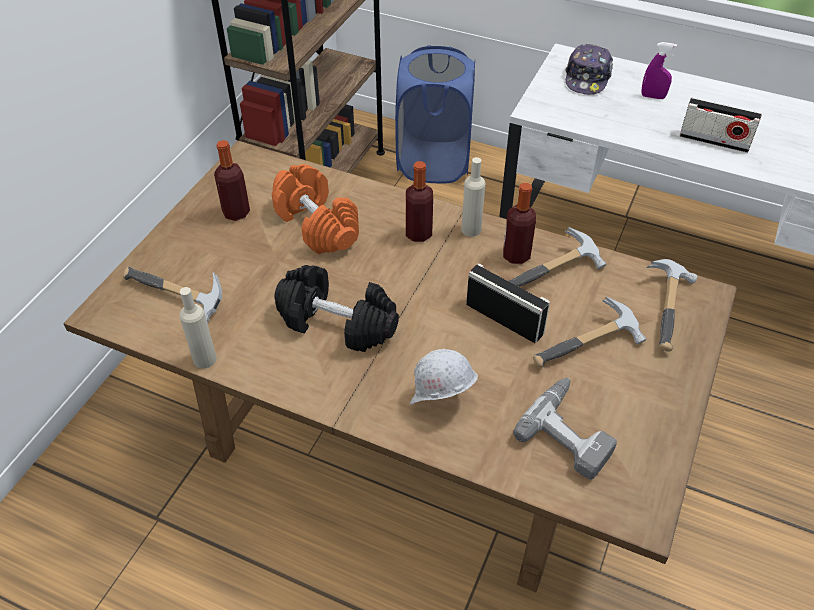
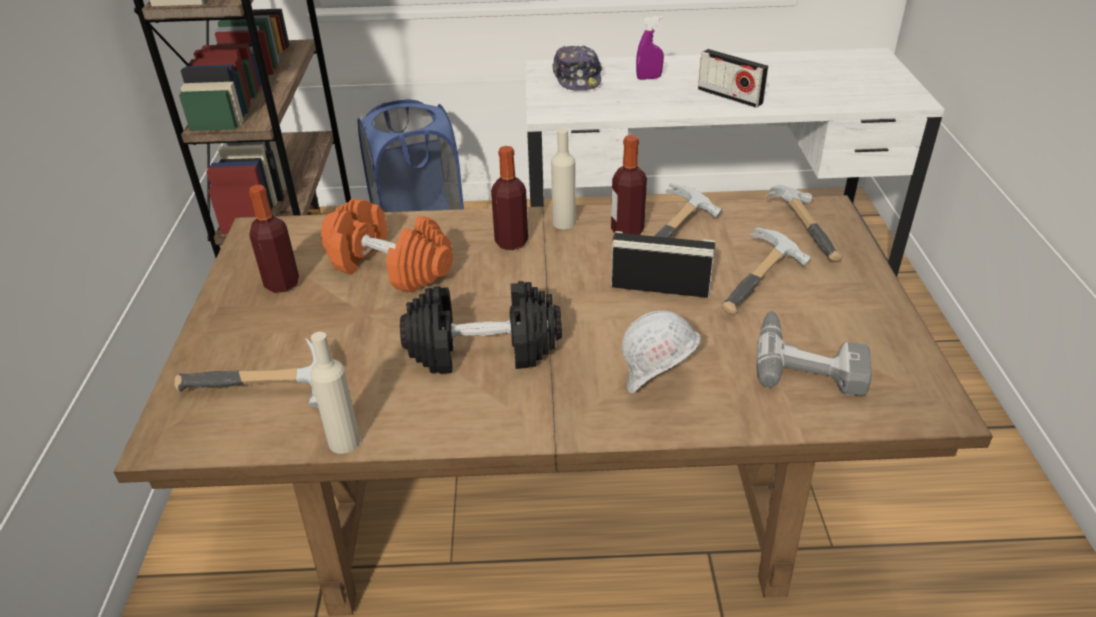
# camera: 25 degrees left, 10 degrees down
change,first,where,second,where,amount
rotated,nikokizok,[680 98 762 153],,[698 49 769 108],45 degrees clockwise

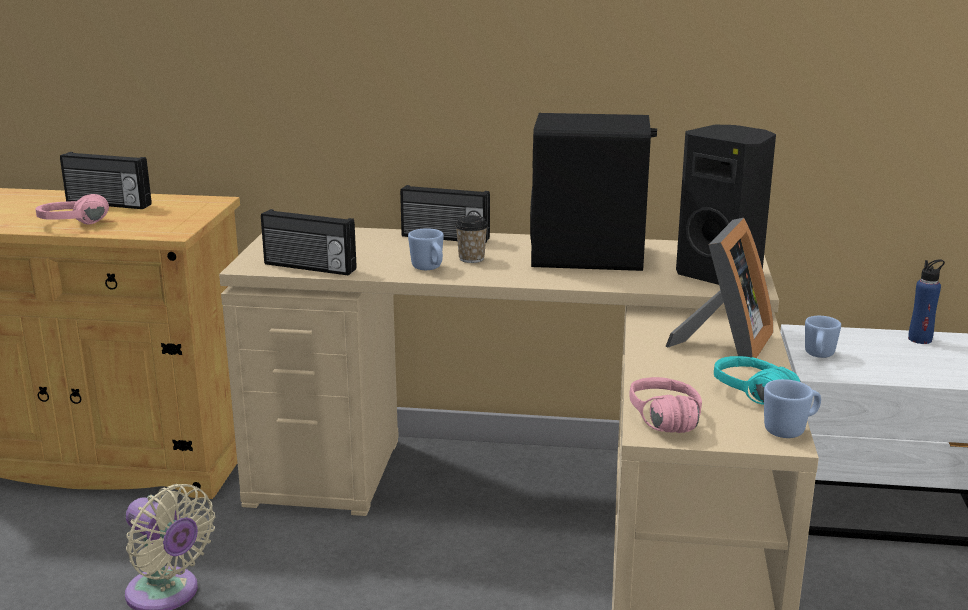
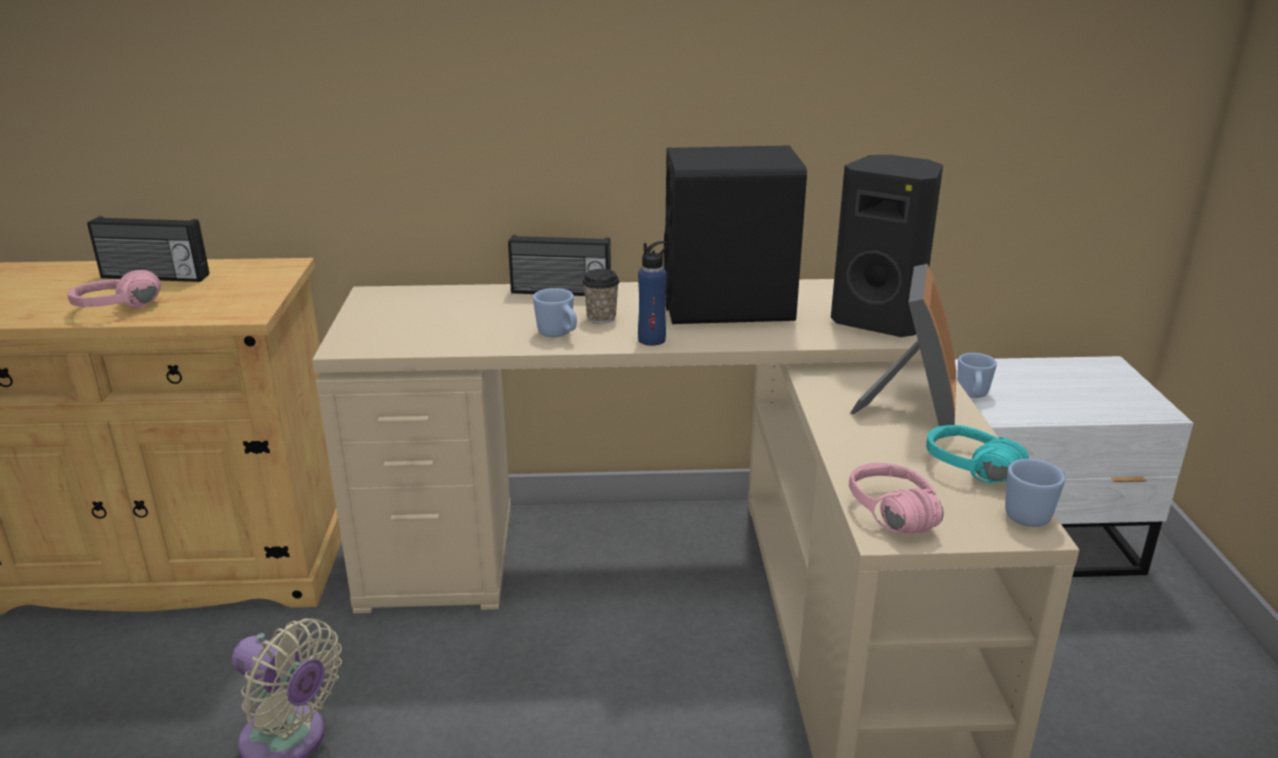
# camera: 10 degrees left, 5 degrees up
change,first,where,second,where,amount
gone,nikokizok,[261 209 357 275],,,
shifted,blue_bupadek,[908 260 945 344],,[638 241 668 346],

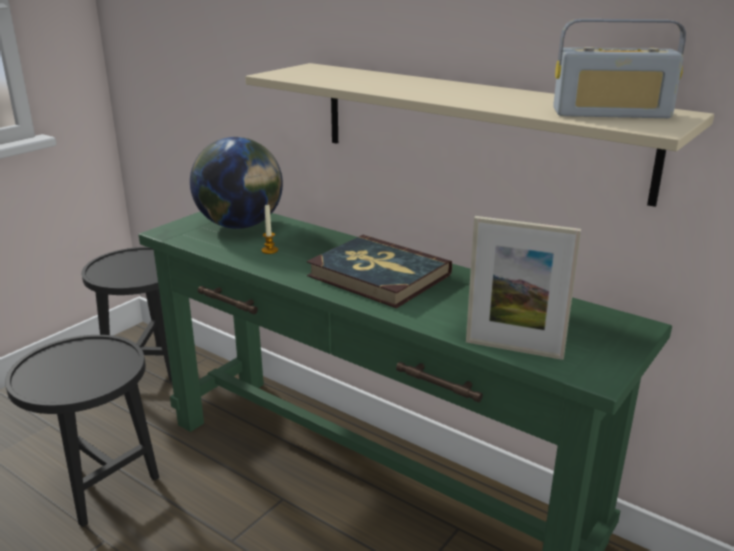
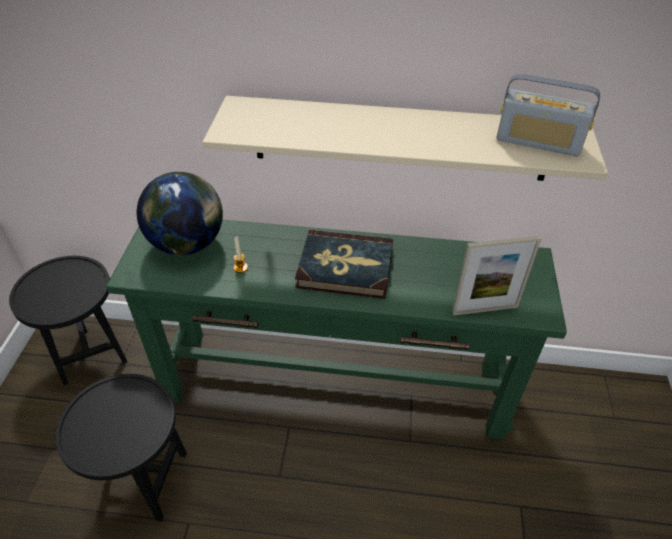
# camera: 30 degrees left, 20 degrees up
change,first,where,second,where,amount
rotated,nikokizok,[553 19 686 118],,[497 74 600 156],45 degrees clockwise

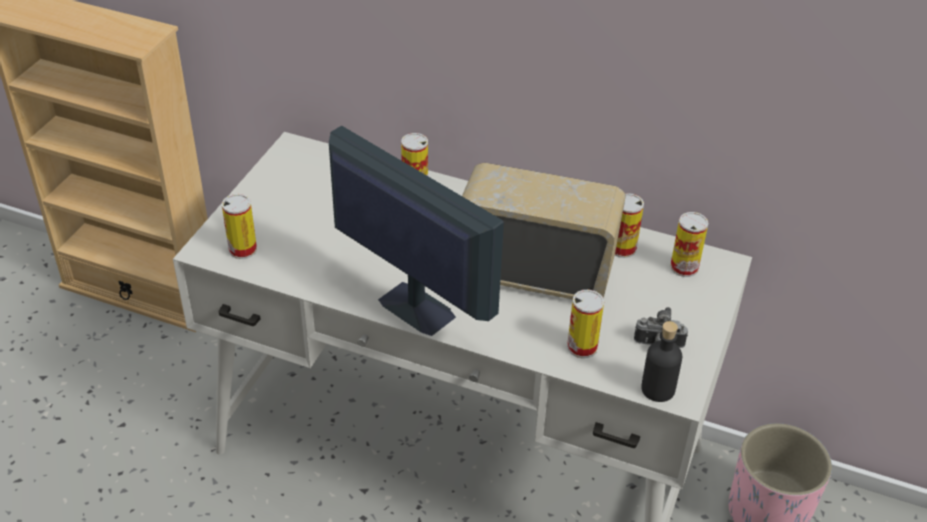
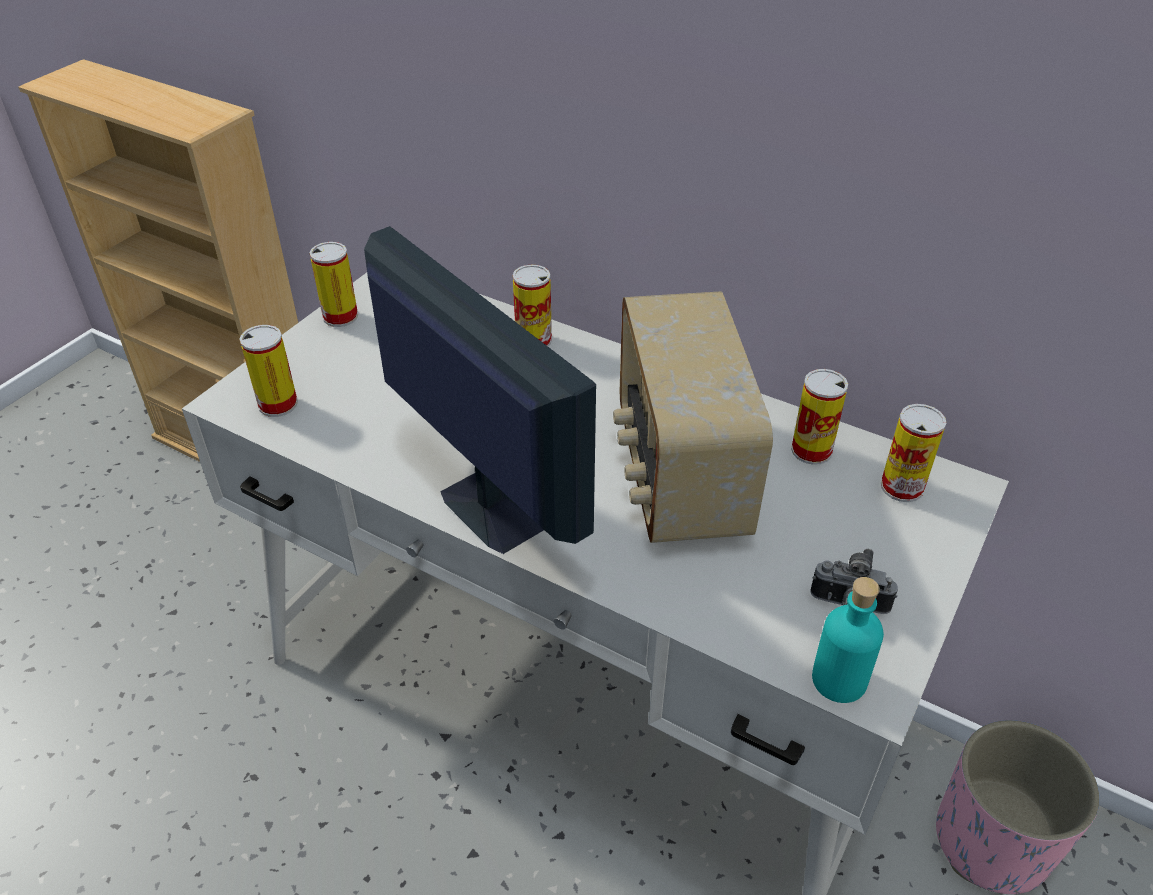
# camera: 10 degrees right, 0 degrees up
change,first,where,second,where,amount
rotated,nikokizok,[462 163 626 299],,[613 291 773 543],120 degrees counterclockwise
shifted,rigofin,[567 289 604 358],,[310 242 358 327],
repainted,black_bupadek,[641 321 682 402],turquoise_bupadek,[812 577 884 703],

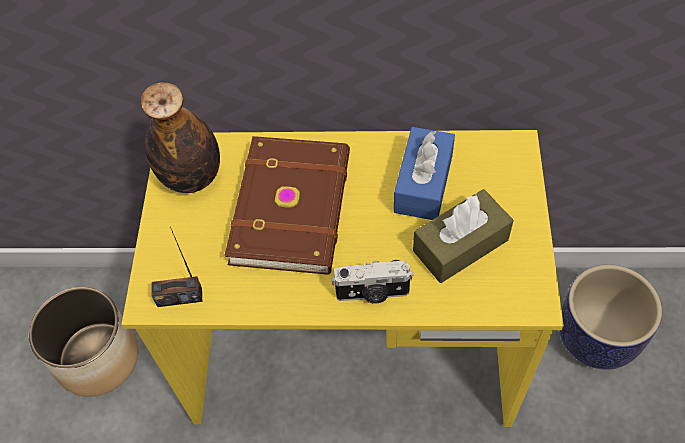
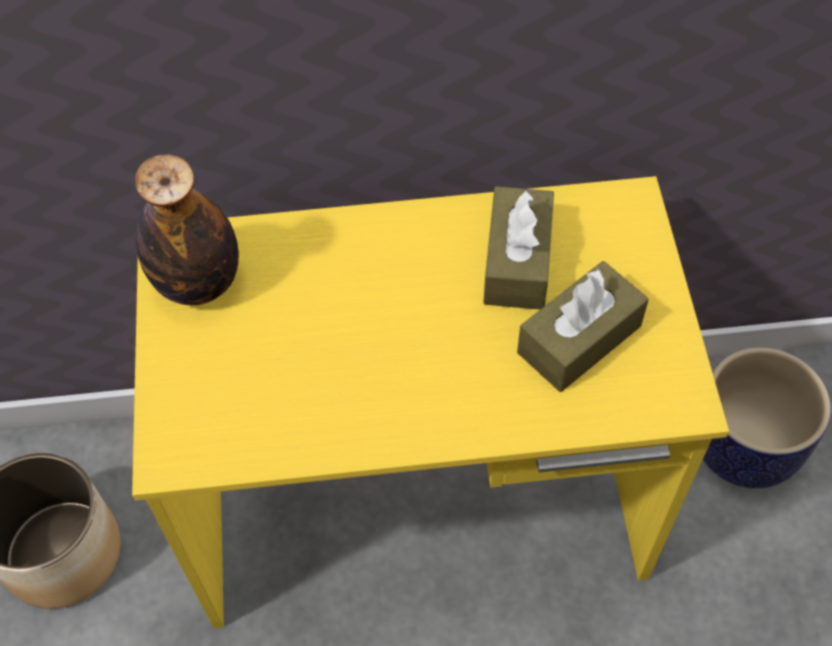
# camera: 10 degrees left, 0 degrees up
change,first,where,second,where,amount
gone,nikokizok,[151 227 202 307],,,
gone,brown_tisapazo,[224 136 350 275],,,
gone,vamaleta,[331 260 414 304],,,
repainted,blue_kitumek,[394 127 455 220],brown_kitumek,[483 186 554 310],

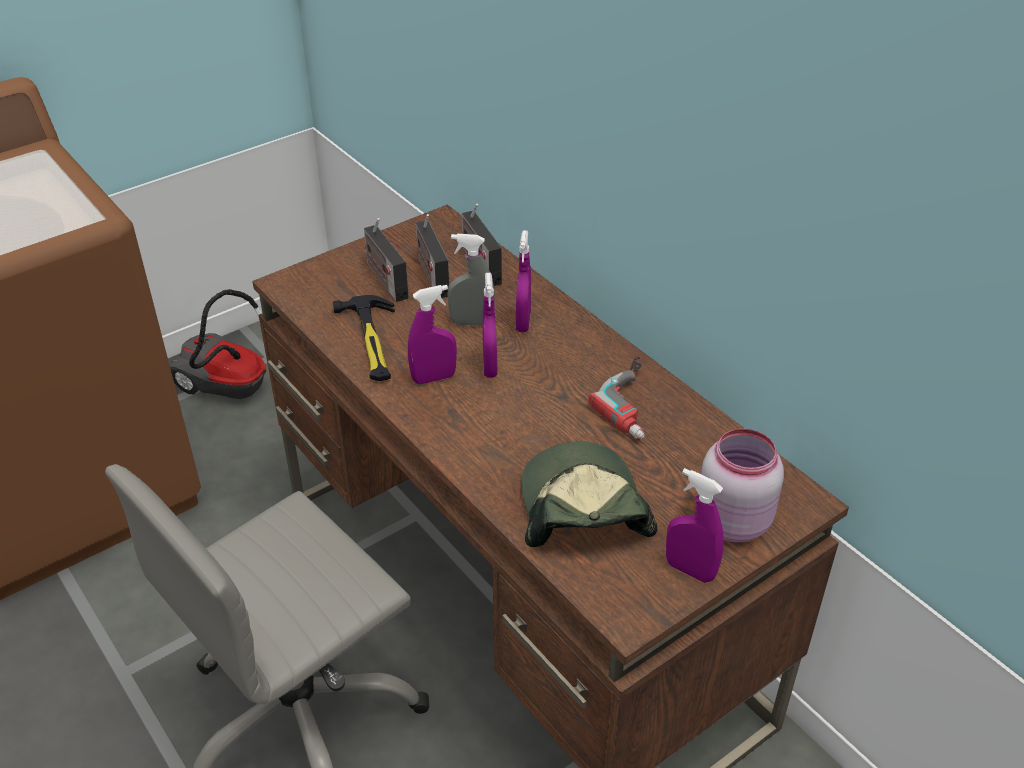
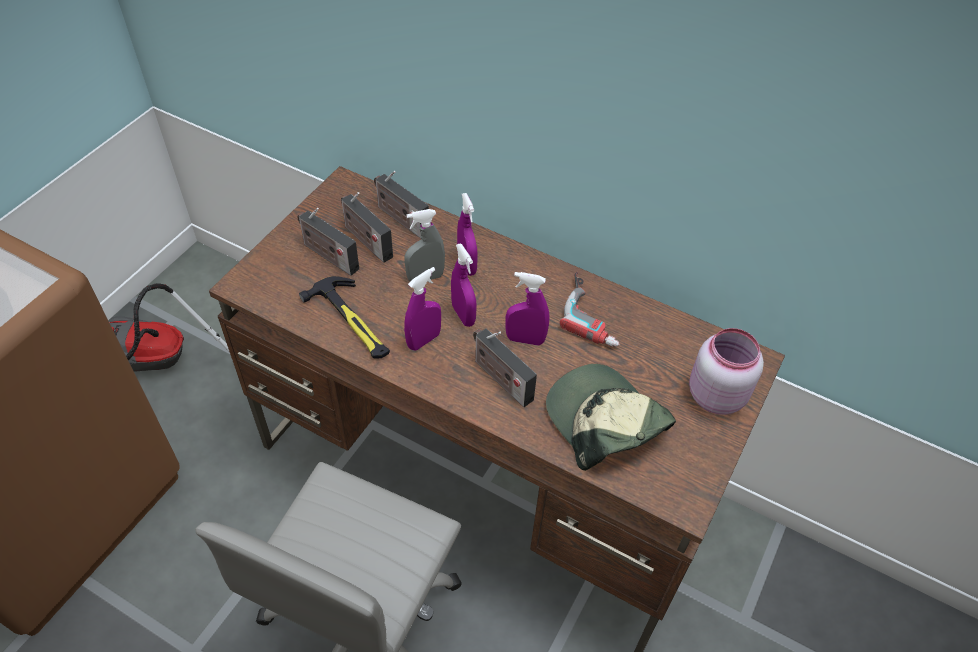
# camera: 25 degrees left, 10 degrees up
change,first,where,second,where,amount
shifted,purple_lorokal,[666 468 724 583],,[505 272 550 346],
new,,,nikokizok,[473 328 537 407],

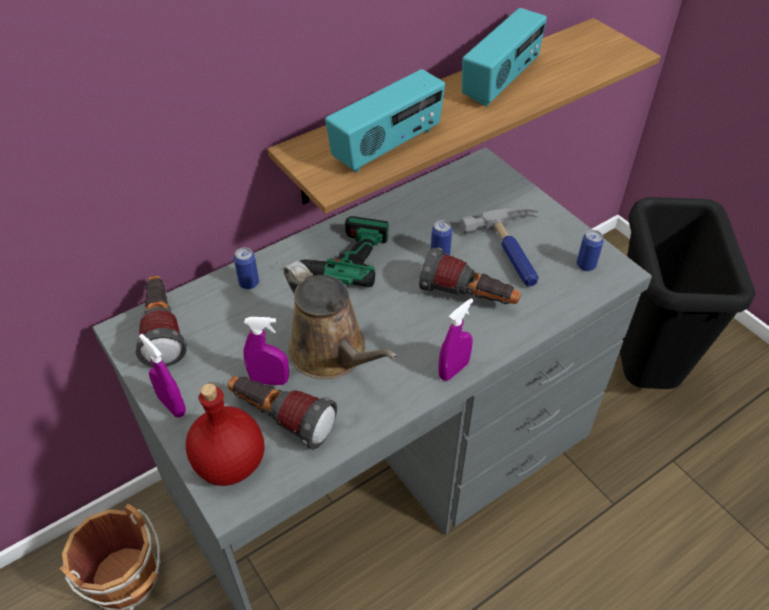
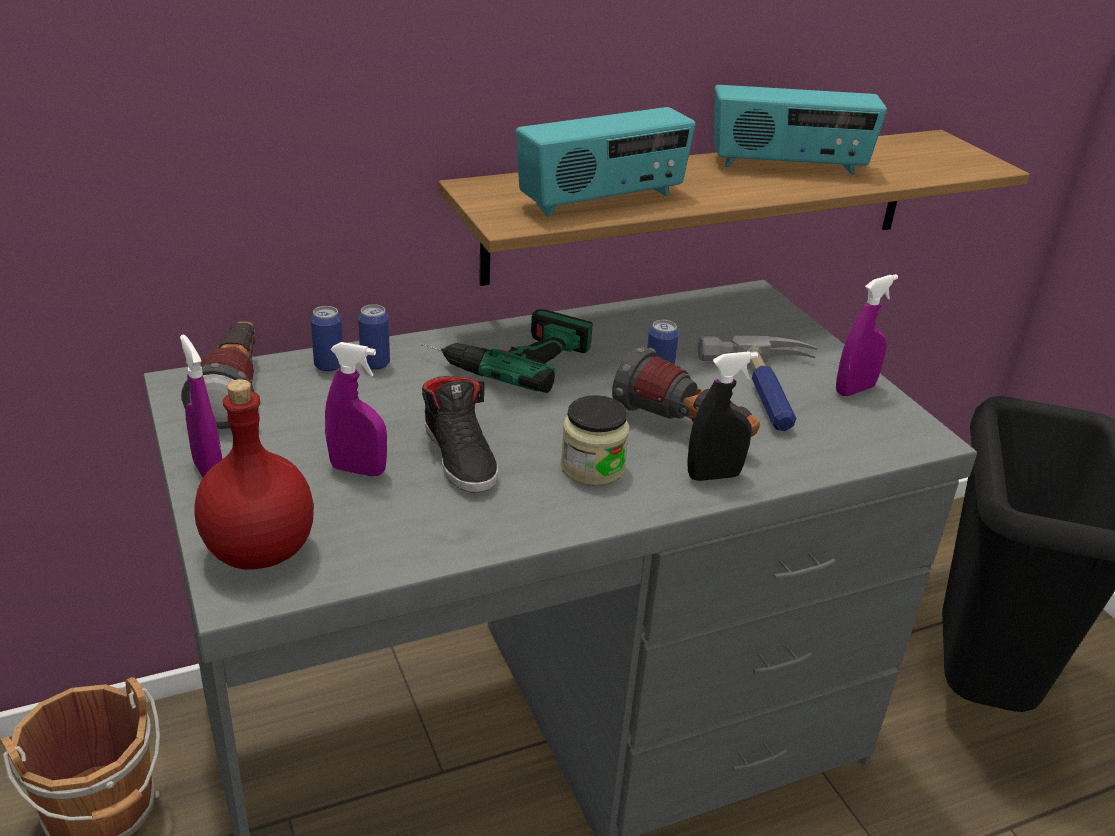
# camera: 10 degrees right, 15 degrees down
change,first,where,second,where,amount
gone,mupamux,[228 376 337 450],,,
swapped,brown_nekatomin,[284 261 398 379],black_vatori,[422 376 498 493],
shifted,purple_lorokal,[438 298 474 381],,[836 274 898 396],
rotated,nikokizok,[462 8 547 106],,[713 85 887 175],45 degrees clockwise
shifted,rigofin,[577 230 604 271],,[310 306 343 372],
new,,,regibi,[561 395 629 486],
new,,,black_lorokal,[687 351 758 481],

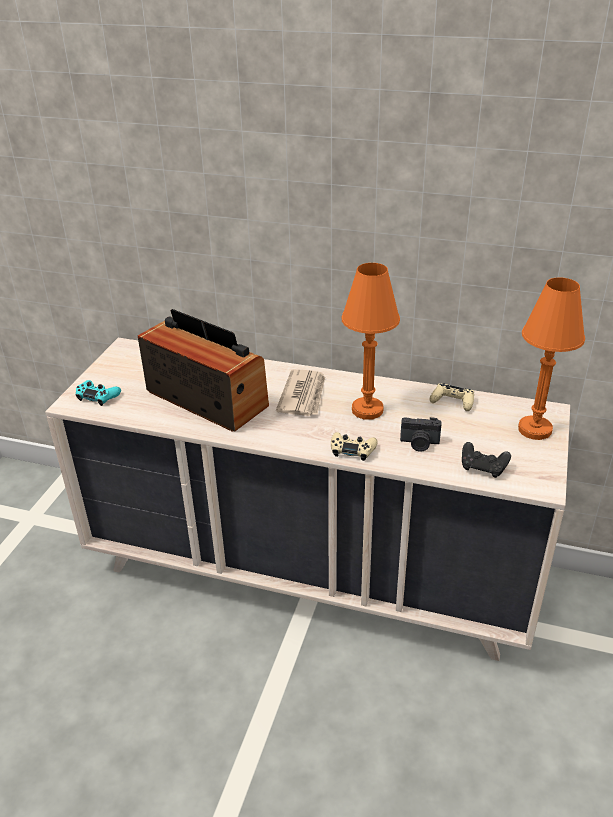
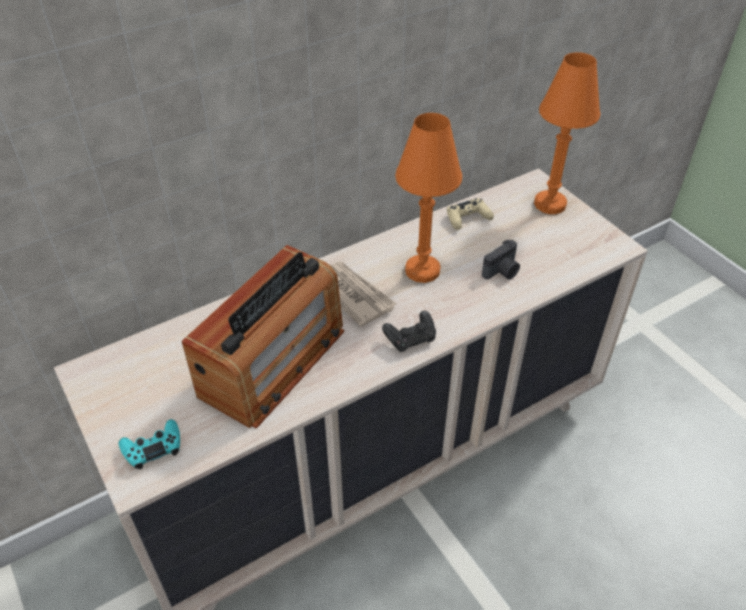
# camera: 50 degrees left, 10 degrees up
change,first,where,second,where,amount
rotated,nikokizok,[138 309 269 432],,[182 245 344 429],135 degrees clockwise
gone,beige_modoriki,[331 432 378 461],,,
shifted,black_modoriki,[462 442 511 478],,[382 311 436 352],

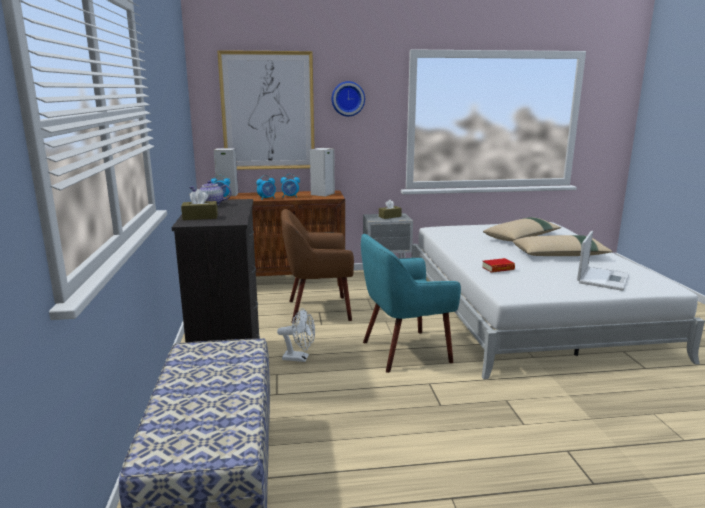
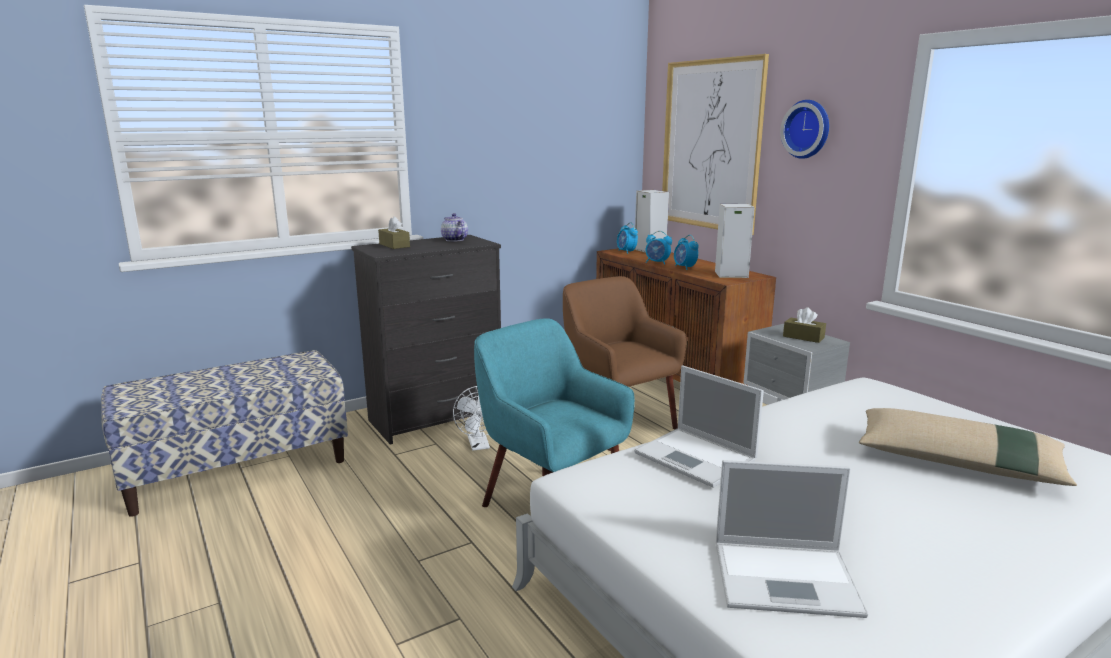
# camera: 65 degrees right, 0 degrees up
change,first,where,second,where,amount
swapped,tisapazo,[482 258 515 273],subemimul,[634 366 764 488],
gone,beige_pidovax,[512 235 613 256],,,

